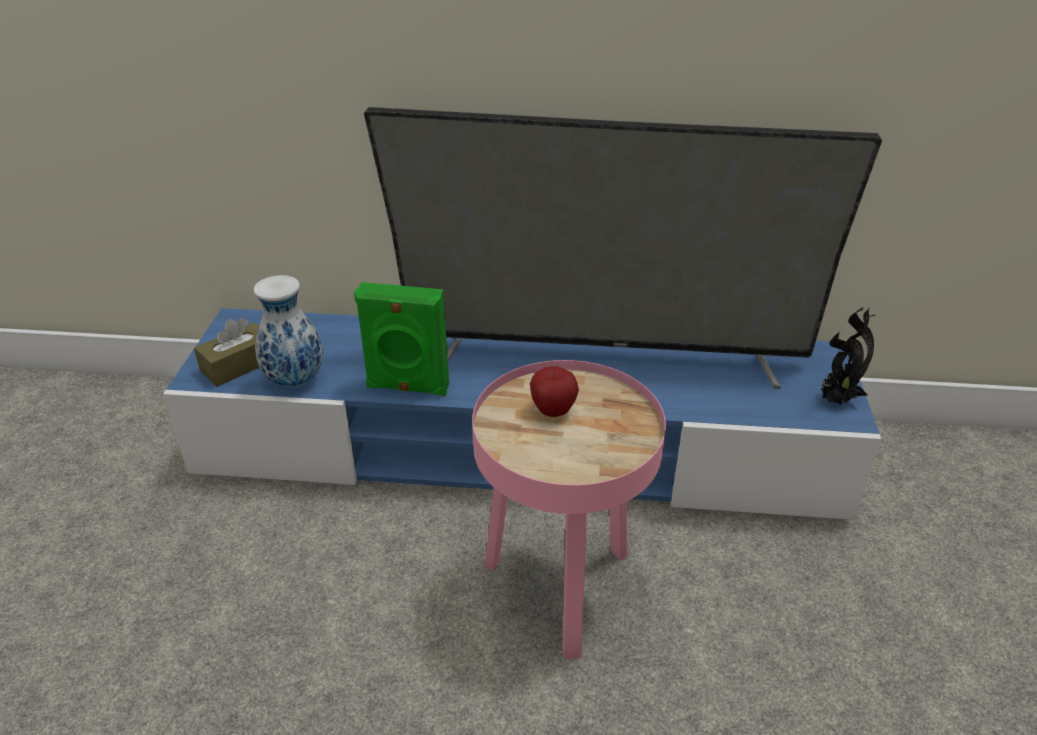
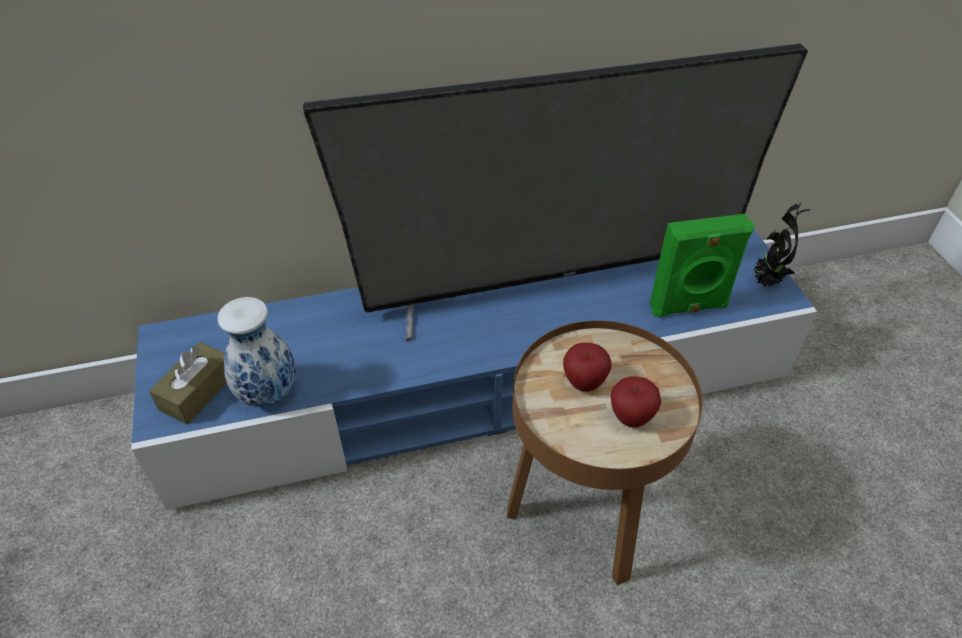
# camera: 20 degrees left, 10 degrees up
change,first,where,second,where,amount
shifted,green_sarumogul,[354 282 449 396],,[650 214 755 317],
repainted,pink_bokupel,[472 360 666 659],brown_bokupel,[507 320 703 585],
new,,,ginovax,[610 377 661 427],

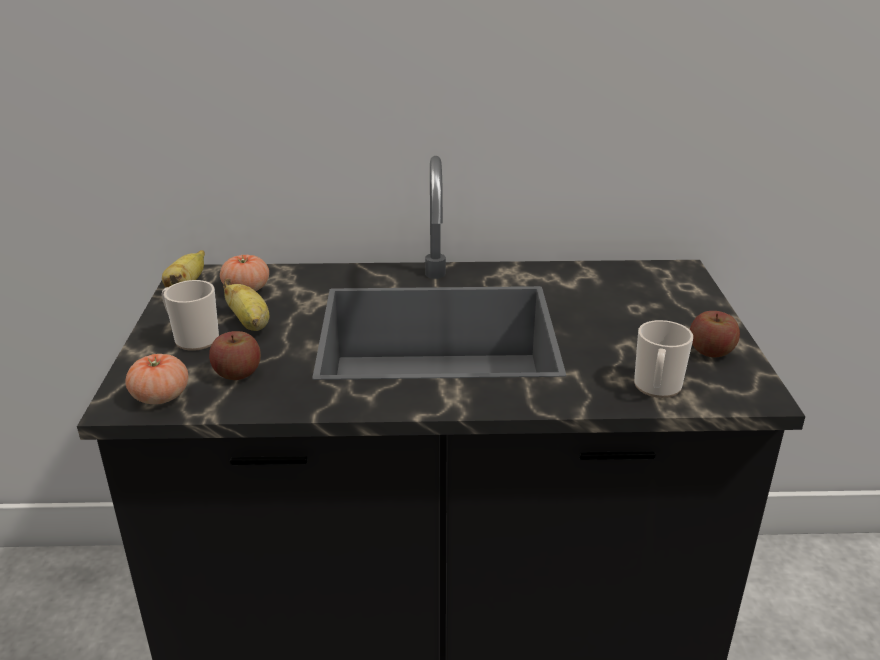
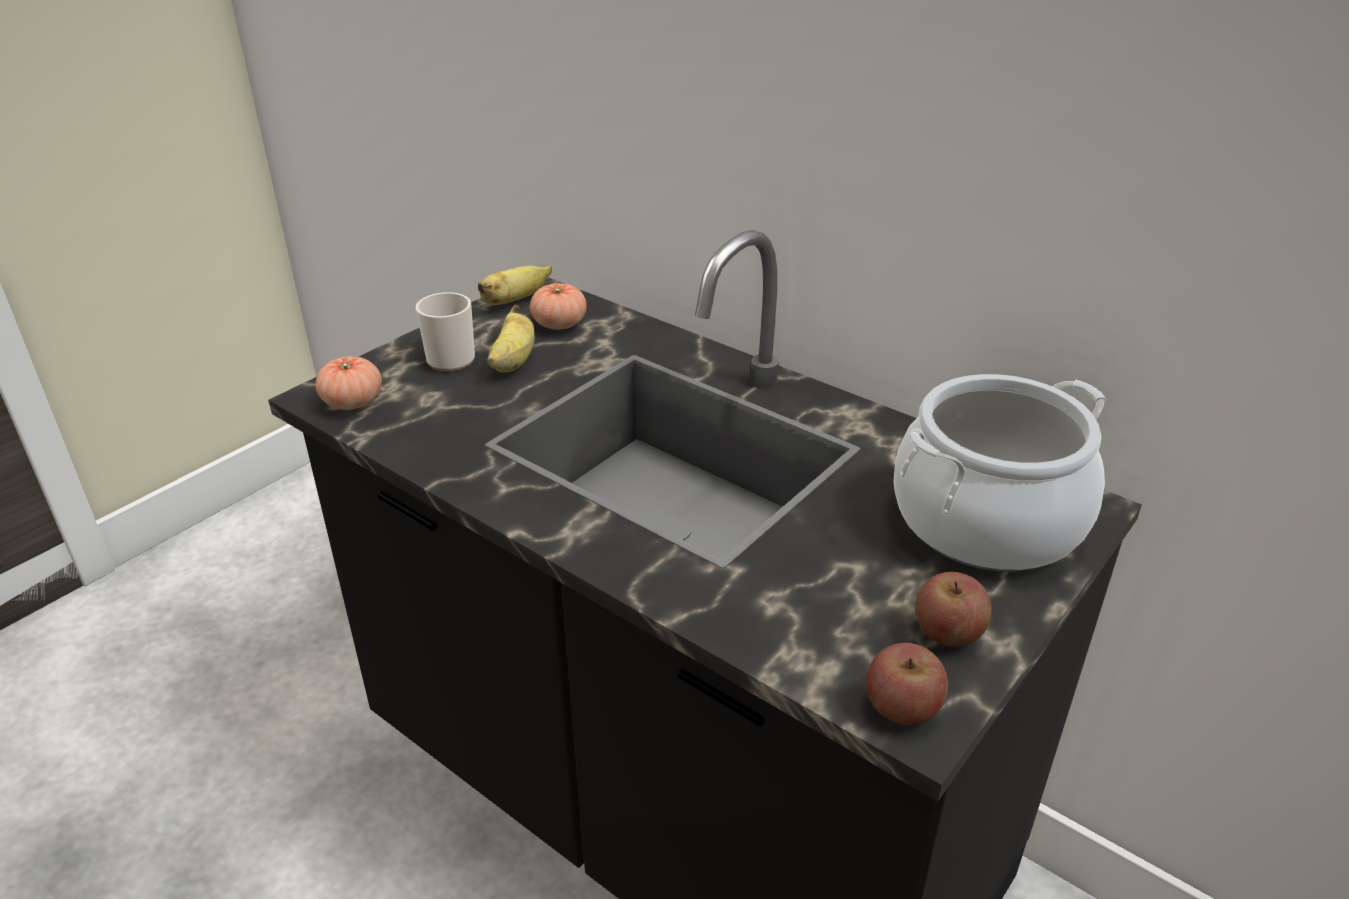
# camera: 40 degrees right, 5 degrees up
change,first,where,second,where,amount
shifted,ginovax,[209 331 261 380],,[866 643 948 725],
gone,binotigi,[634 320 693 398],,,
new,,,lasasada,[893 374 1106 572],

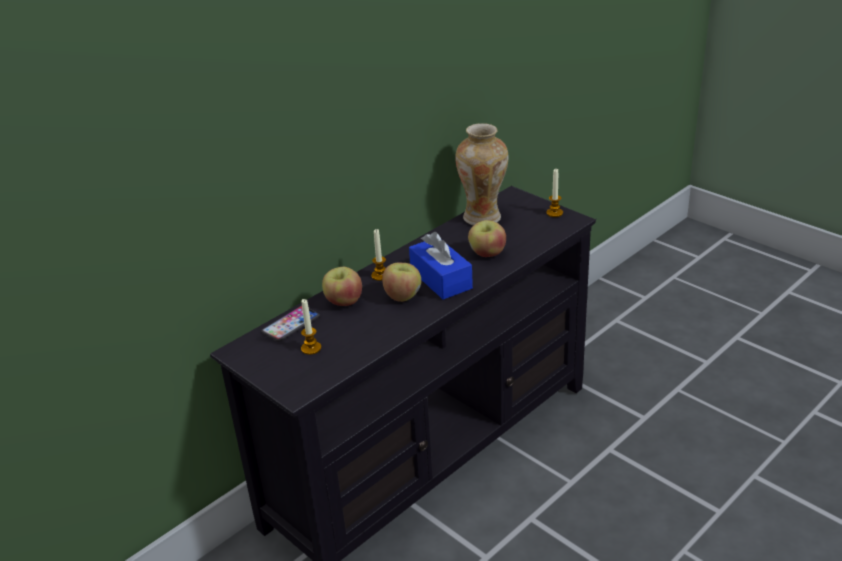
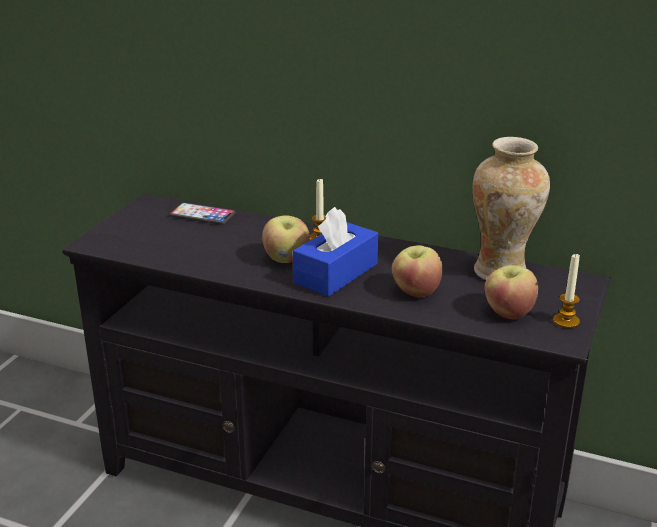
# camera: 65 degrees right, 5 degrees down
change,first,where,second,where,amount
gone,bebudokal,[301 299 321 355],,,
shifted,ginovax,[322 267 362 306],,[485 265 538 319],

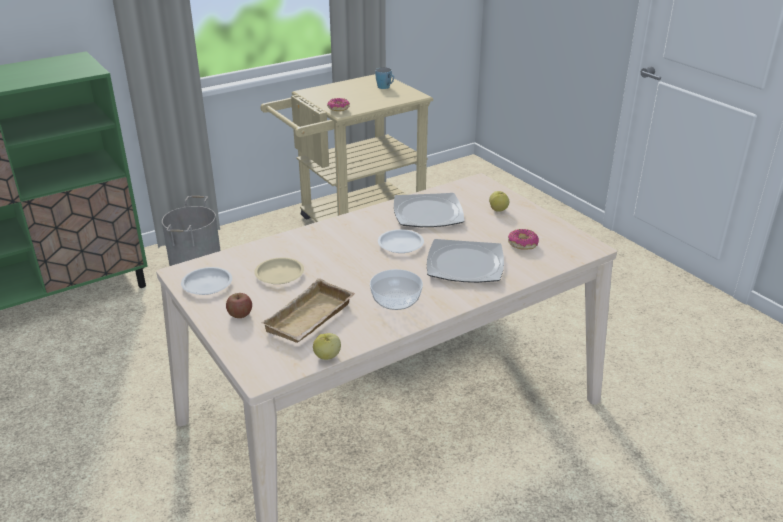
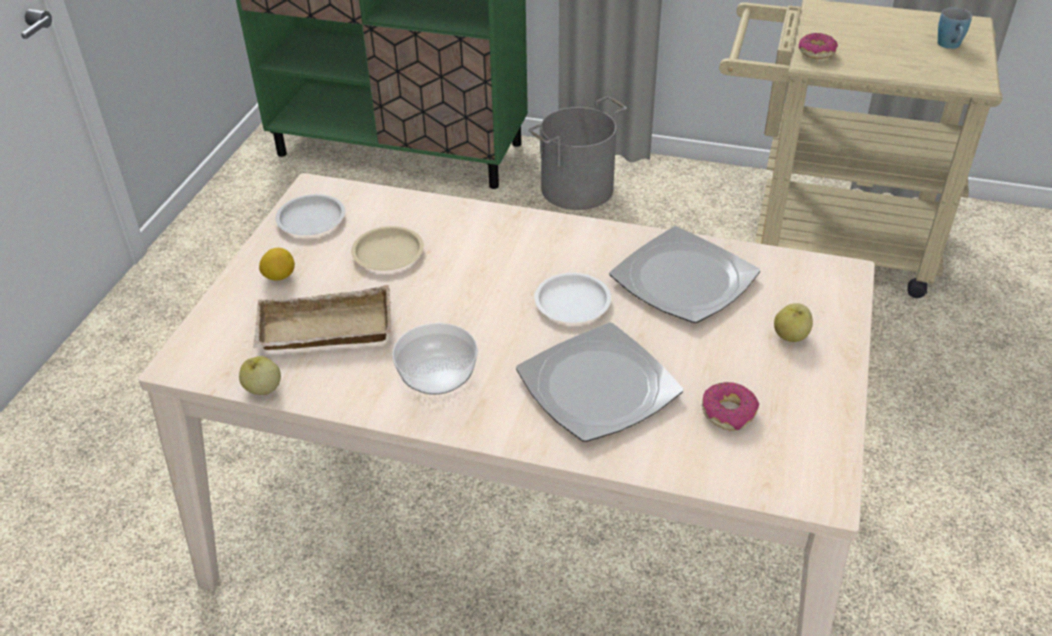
# camera: 50 degrees right, 10 degrees up
change,first,where,second,where,amount
swapped,ginovax,[226 293 252 318],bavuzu,[259 248 295 281],

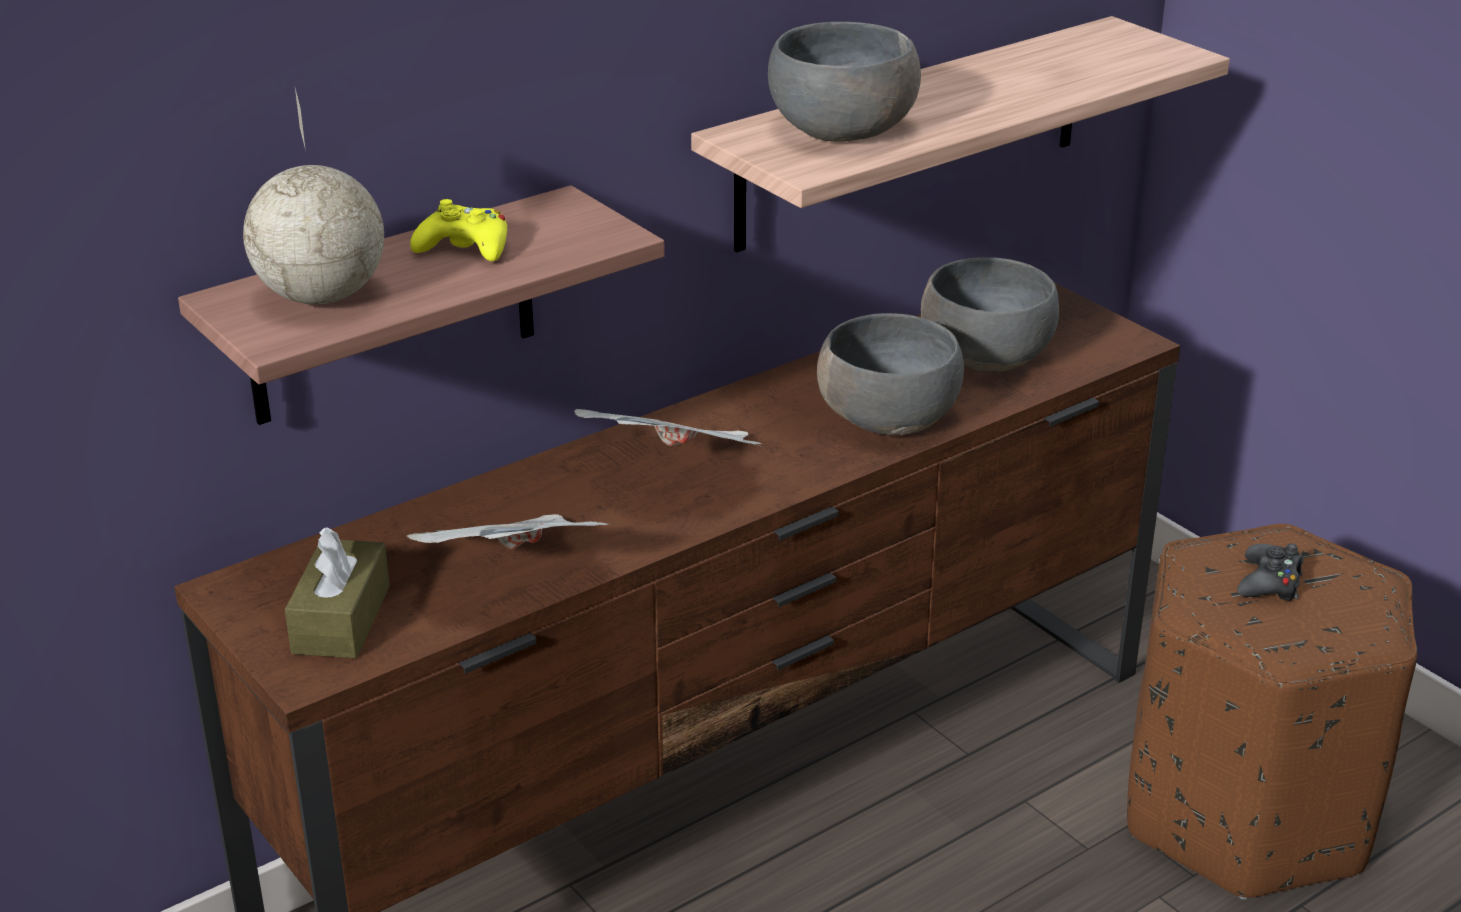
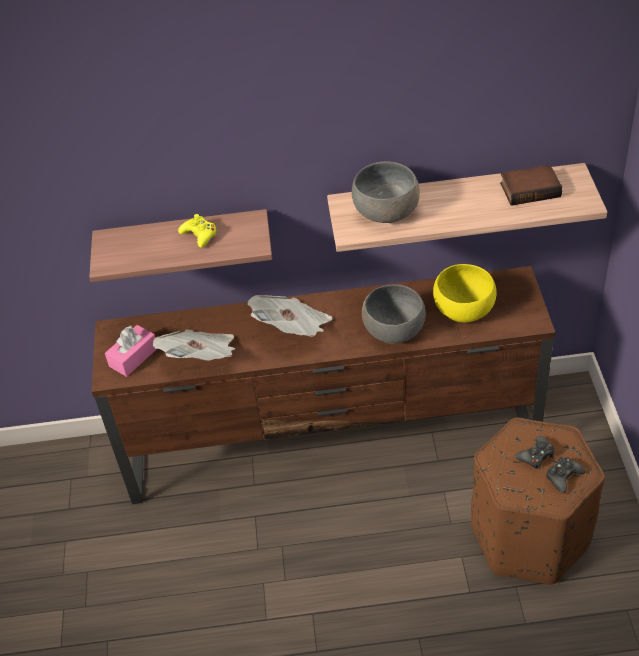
# camera: 35 degrees right, 15 degrees up
change,first,where,second,where,amount
gone,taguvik,[243 89 384 304],,,
repainted,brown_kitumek,[285 527 390 658],pink_kitumek,[105 325 157 377],
repainted,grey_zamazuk,[921 257 1059 372],yellow_zamazuk,[433 264 496 322],
new,,,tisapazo,[500 165 562 206],
new,,,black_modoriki,[546 457 585 493],

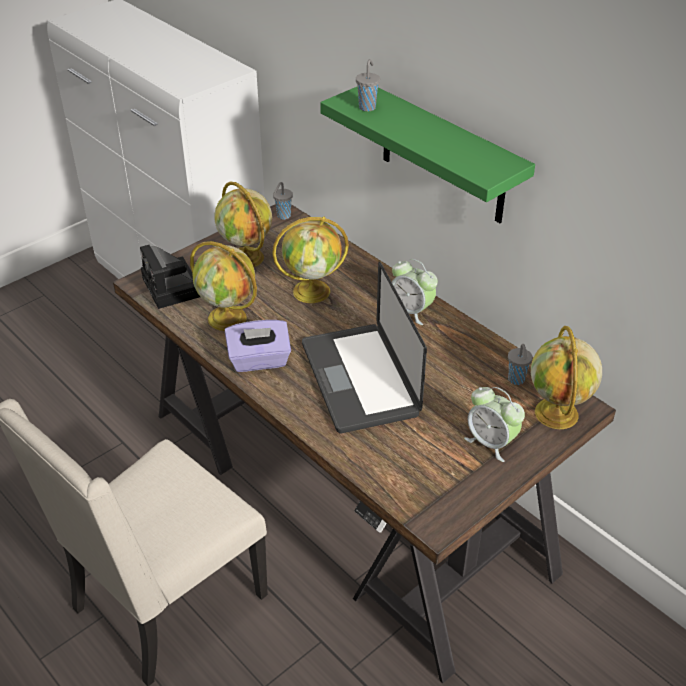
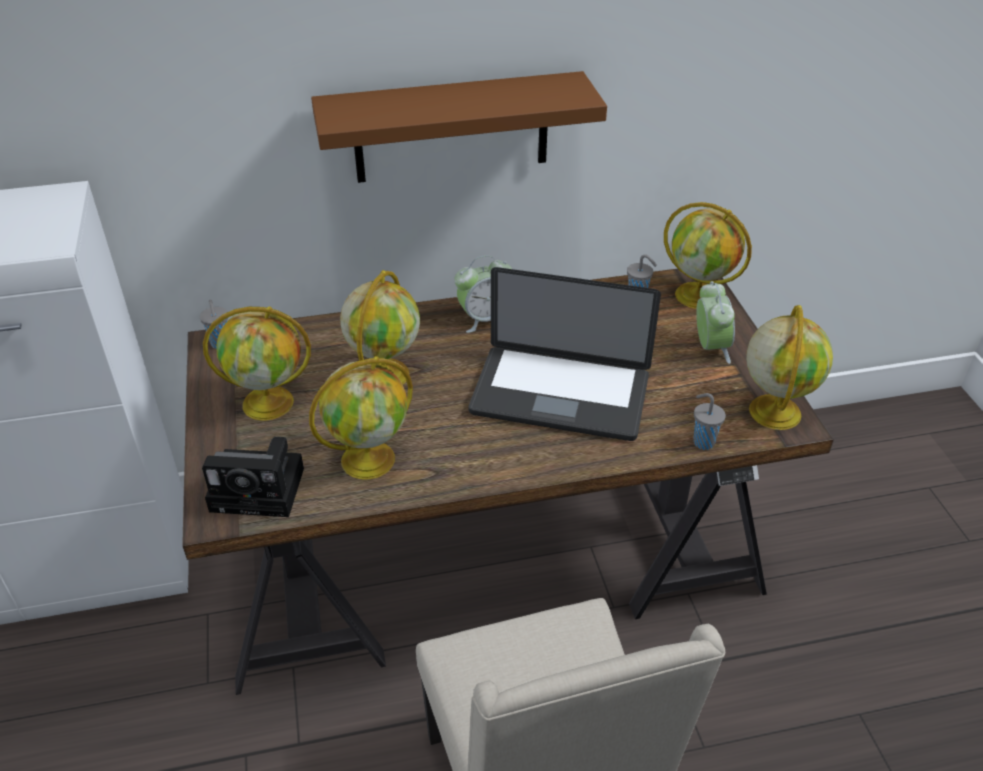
# camera: 60 degrees left, 0 degrees up
change,first,where,second,where,amount
gone,purple_kitumek,[225 320 291 372],,,
repainted,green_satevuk,[320 86 535 223],brown_satevuk,[311 71 607 183],
shifted,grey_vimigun,[356 59 380 111],,[693 393 726 450],
rotated,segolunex,[464 387 525 462],,[696 281 735 364],75 degrees counterclockwise
new,,,taguvik,[746 305 833 430],

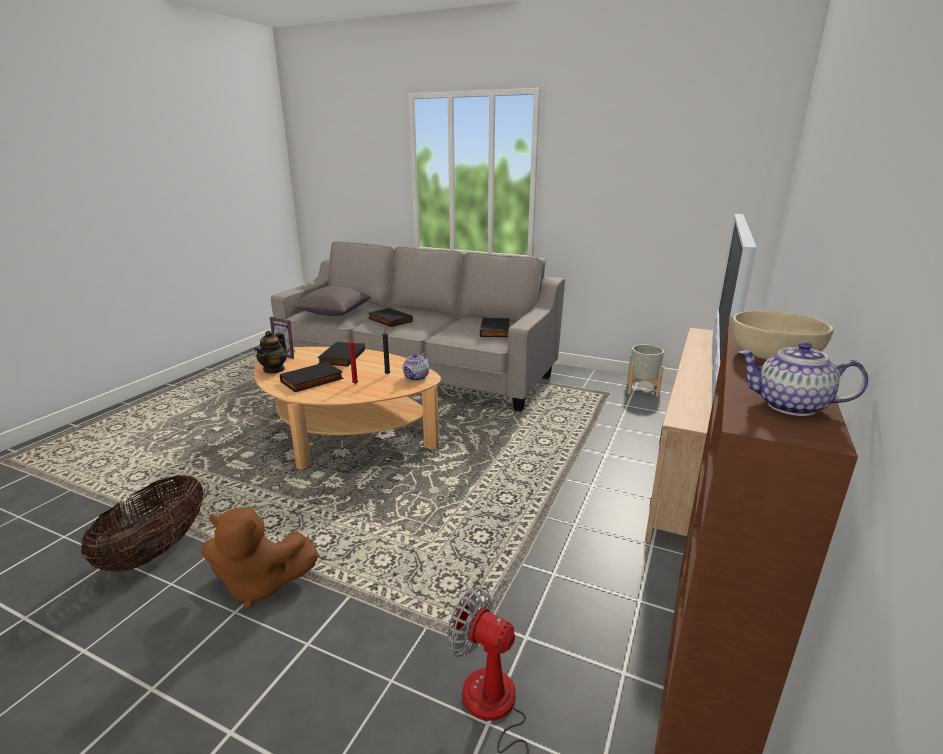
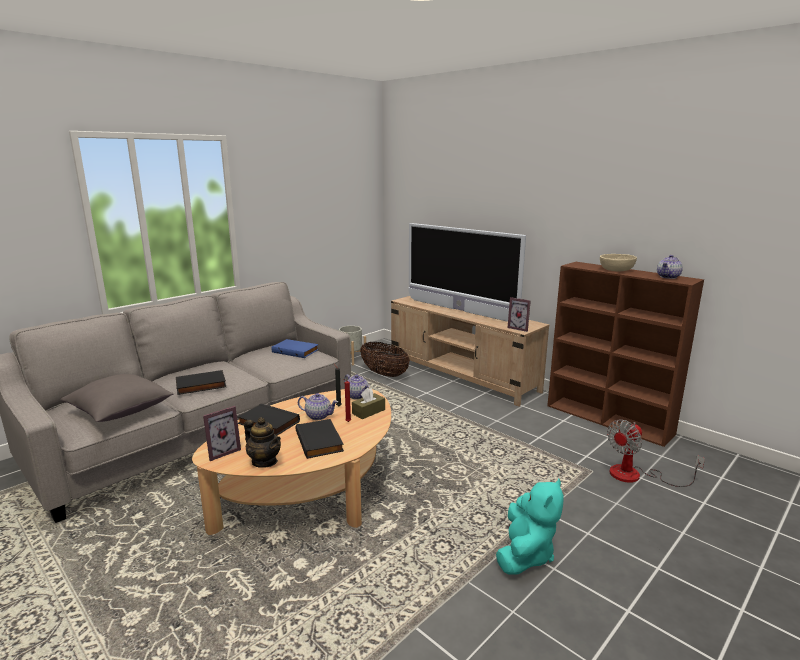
# camera: 70 degrees left, 5 degrees down
change,first,where,second,where,amount
shifted,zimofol,[81 475 204 572],,[360 342 410 377],
repainted,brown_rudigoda,[201 507 319 609],turquoise_rudigoda,[496 479 564 575],
repainted,black_tisapazo,[480 317 510 337],blue_tisapazo,[272 339 319 358],
new,,,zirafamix,[298 393 338 420],
new,,,brown_kitumek,[352 388 385 419],
new,,,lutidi,[508 297 531 332],

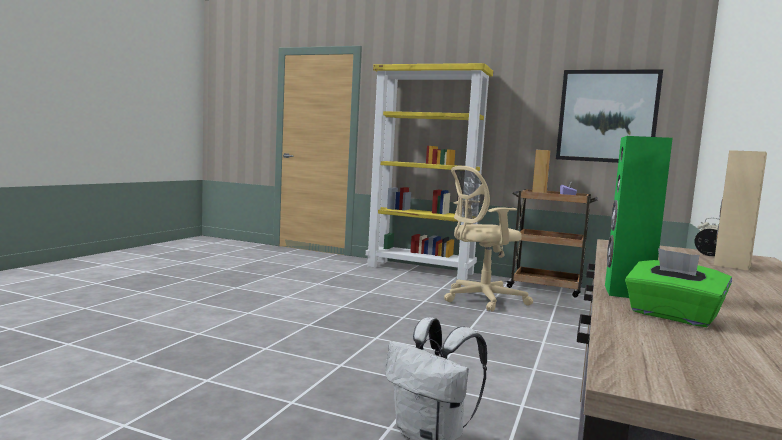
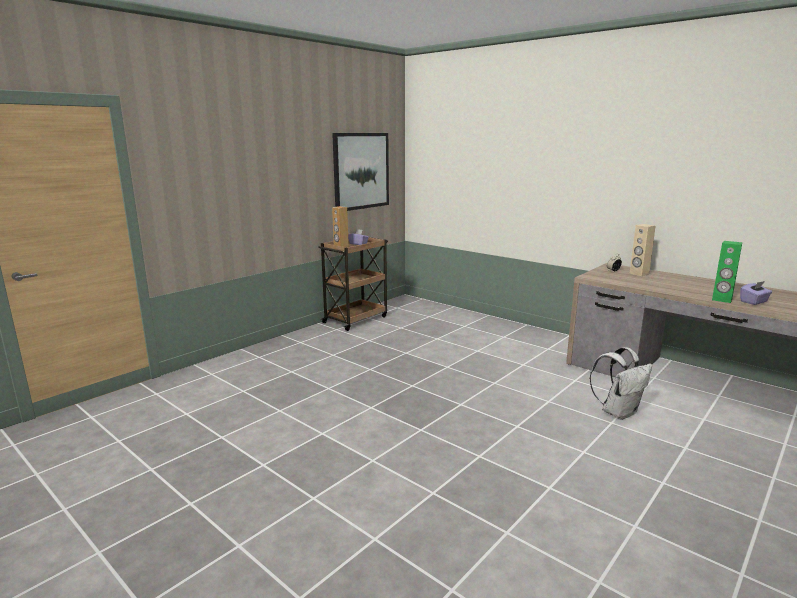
# camera: 70 degrees left, 10 degrees up
change,first,where,second,where,amount
gone,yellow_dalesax,[366 63 493 280],,,
gone,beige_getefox,[444 166 533 312],,,
repainted,green_kitumek,[625 248 732 327],purple_kitumek,[740 281 772 305],

